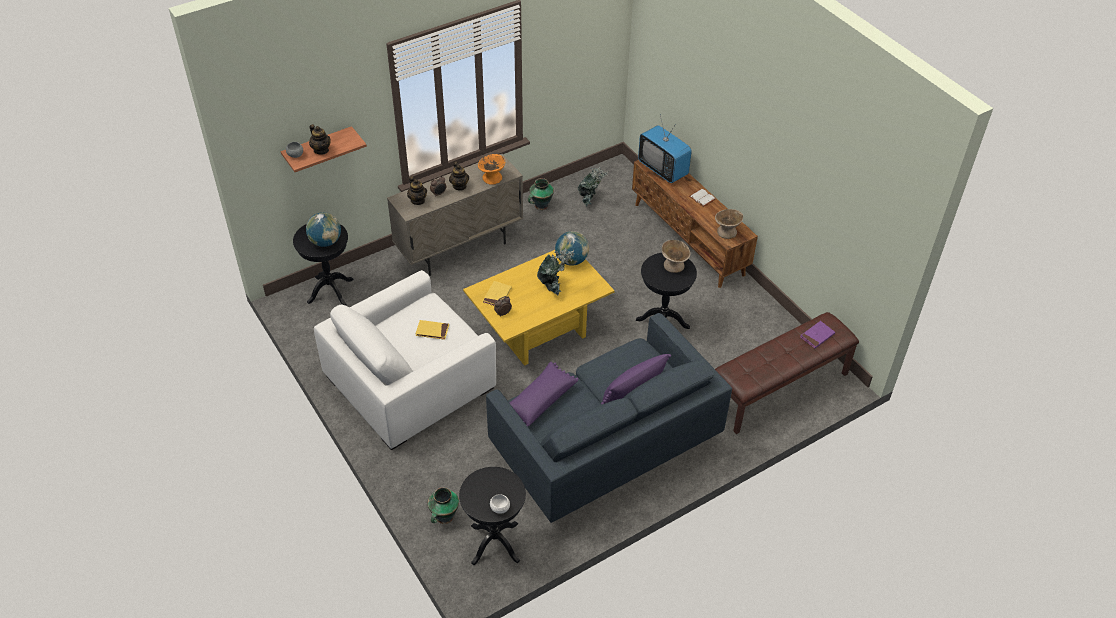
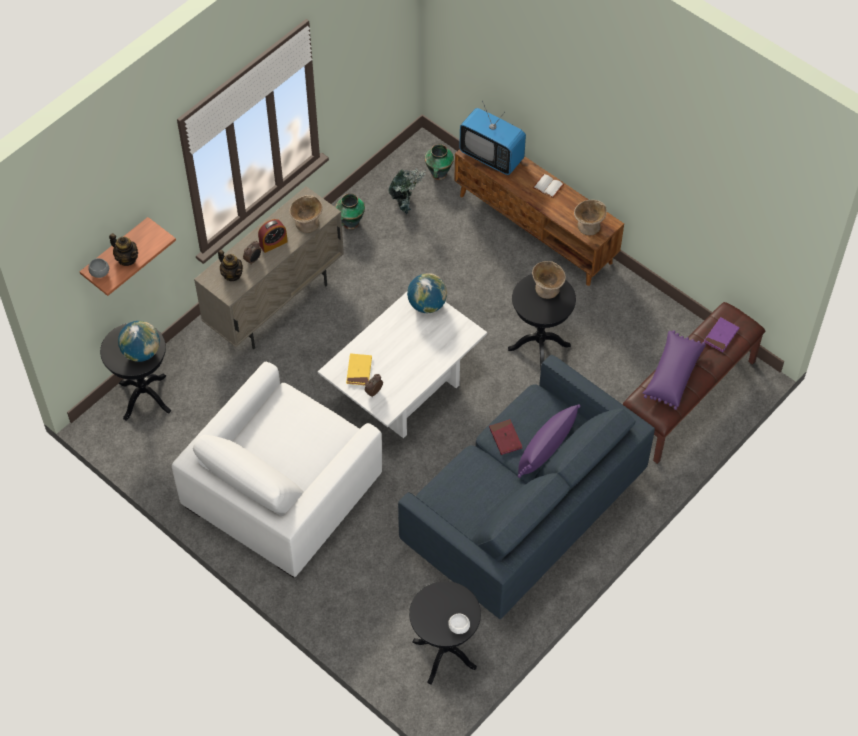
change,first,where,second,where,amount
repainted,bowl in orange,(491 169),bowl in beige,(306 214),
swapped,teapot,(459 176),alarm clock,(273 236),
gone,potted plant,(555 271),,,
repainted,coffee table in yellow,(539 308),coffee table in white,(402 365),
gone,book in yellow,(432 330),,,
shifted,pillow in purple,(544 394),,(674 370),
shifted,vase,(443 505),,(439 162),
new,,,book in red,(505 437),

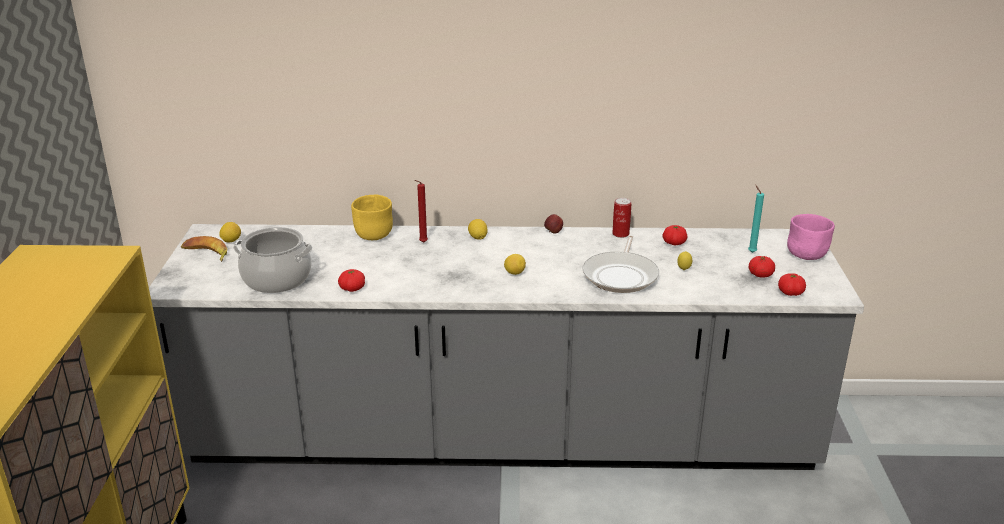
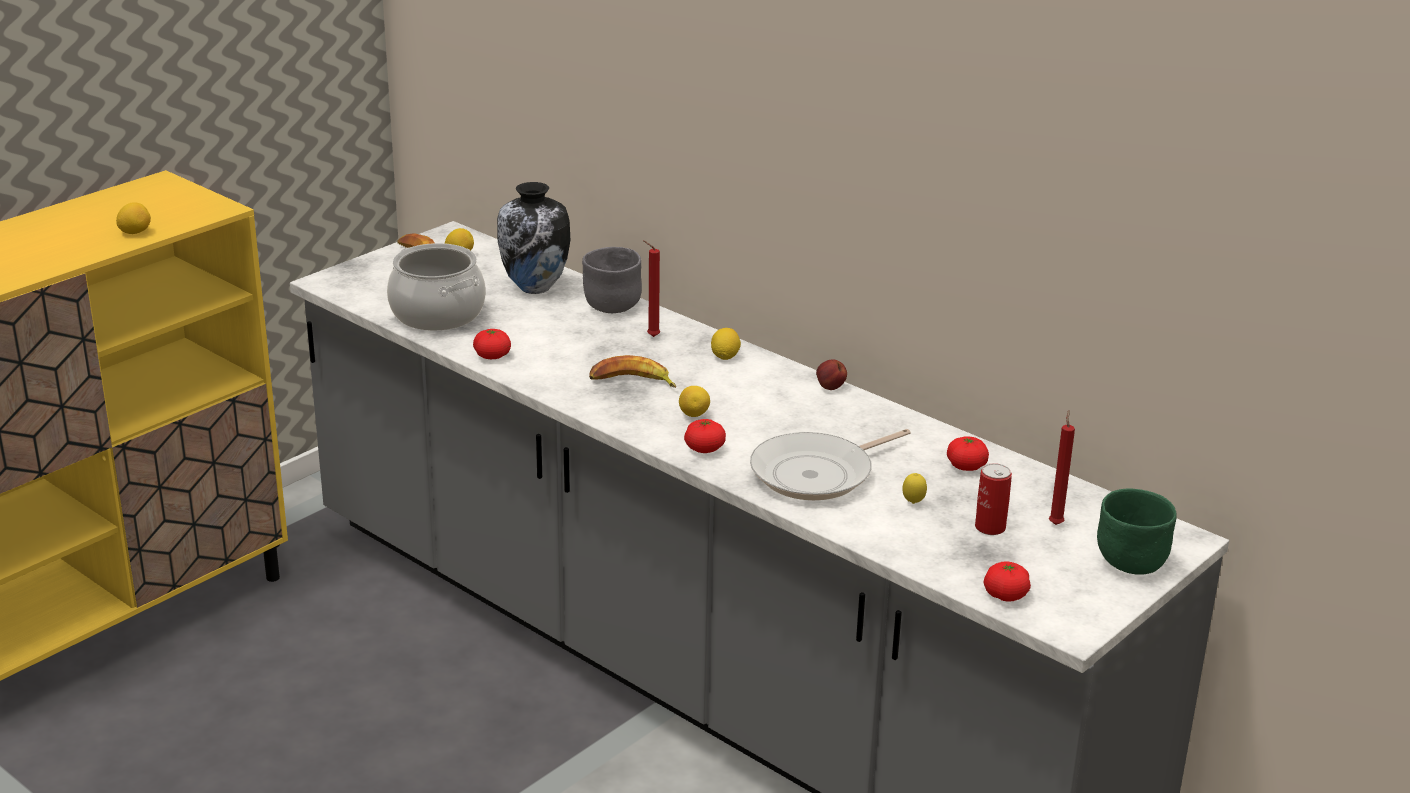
change,first,where,second,where,amount
repainted,candle in turquoise,(756 219),candle in red,(1062 467),
repainted,bowl in yellow,(372 217),bowl in grey,(612 280),
shifted,can,(621 218),,(993 499),
repainted,bowl in pink,(811 237),bowl in green,(1137 532),
shifted,tomato,(762 267),,(705 436),
new,,,vase,(533 238),
new,,,lemon,(133 218),
new,,,banana,(632 371),

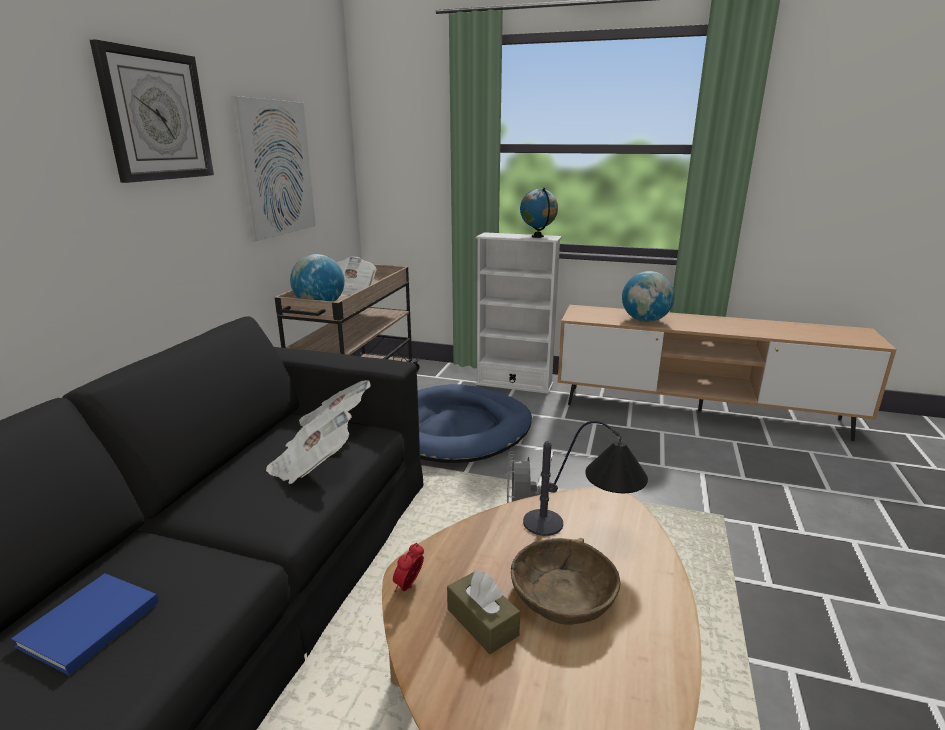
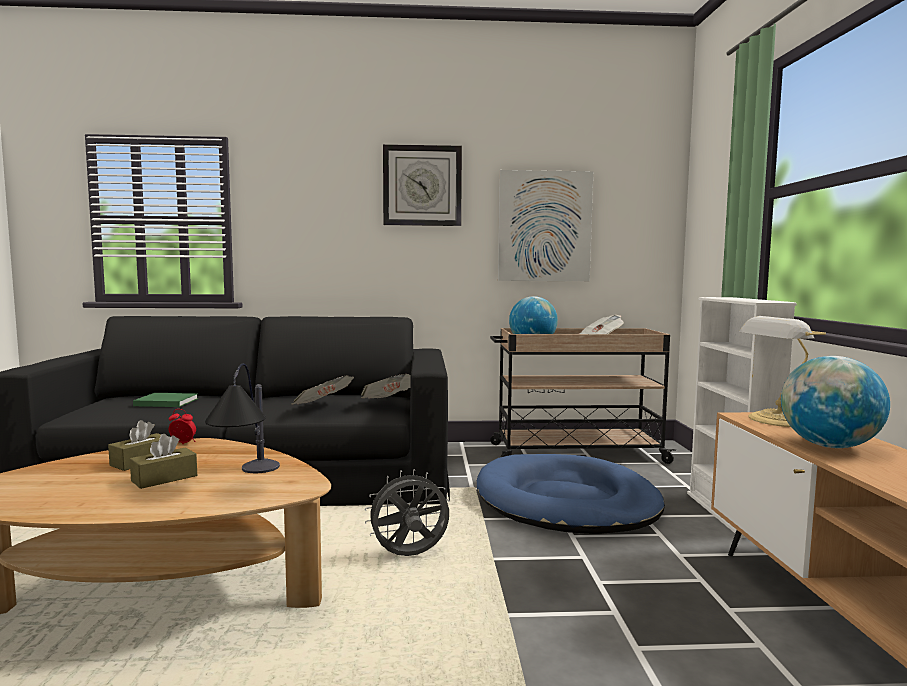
change,first,where,second,where,amount
gone,globe,(539 213),,,
swapped,bowl in brown,(565 581),tissue box in brown,(163 461),
repainted,book in blue,(85 624),book in green,(165 400),
new,,,table lamp,(782 371),

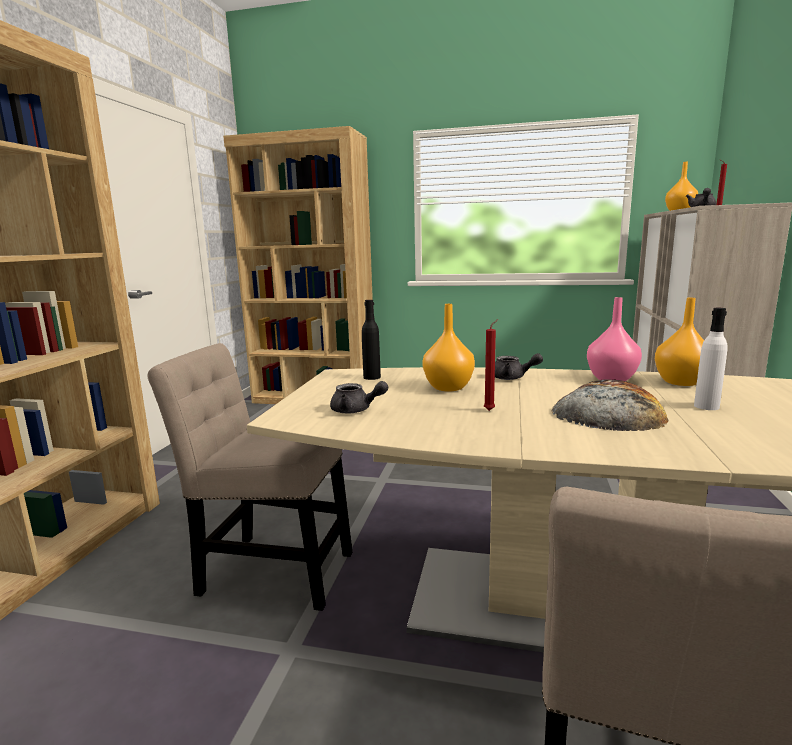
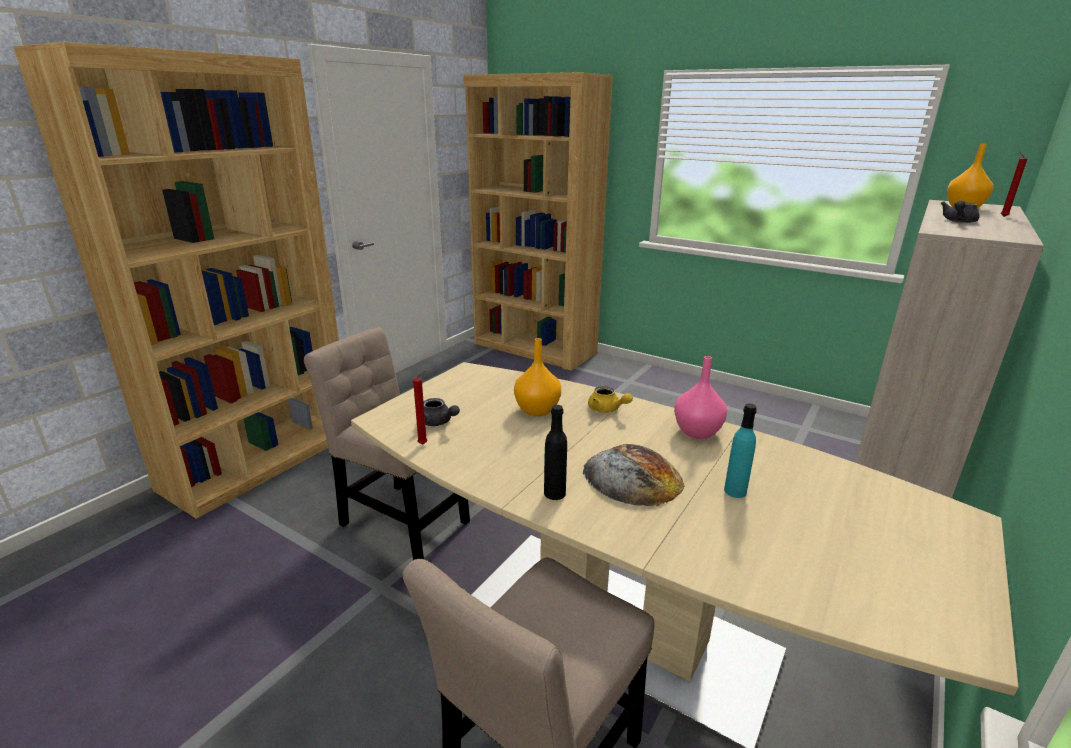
change,first,where,second,where,amount
gone,vase in orange,(679 342),,,
shifted,bottle in black,(371 340),,(555 452),
repainted,bottle in white,(710 359),bottle in turquoise,(740 451),
shifted,candle in red,(491 365),,(420 408),
repainted,teapot in grey,(519 366),teapot in yellow,(610 399),

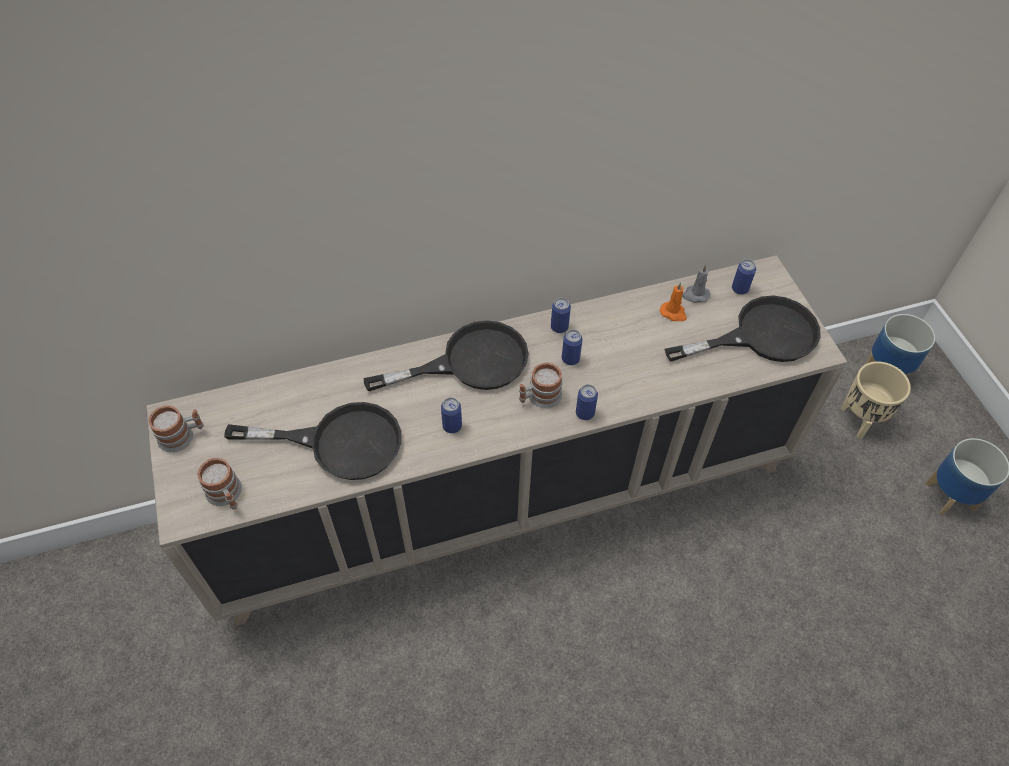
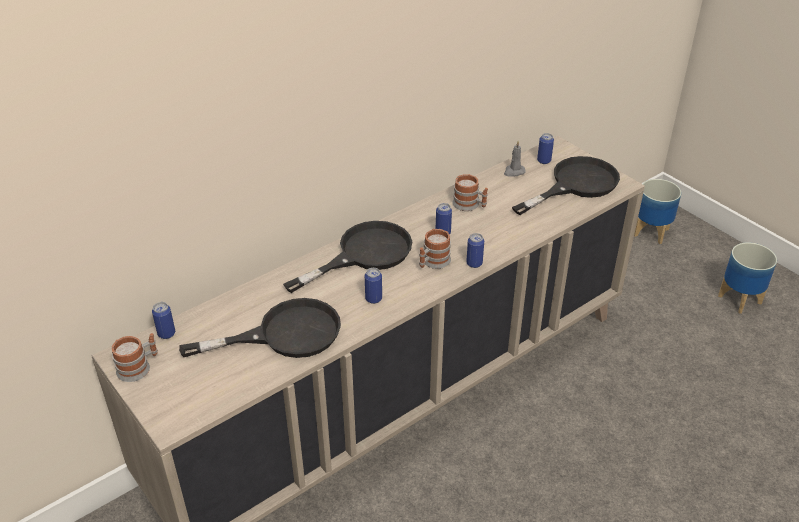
change,first,where,second,where,amount
gone,candle in orange,(673 301),,,
shifted,can,(561 315),,(163 320),
gone,planter in beige,(875 399),,,
shifted,mug,(219 483),,(470 192),

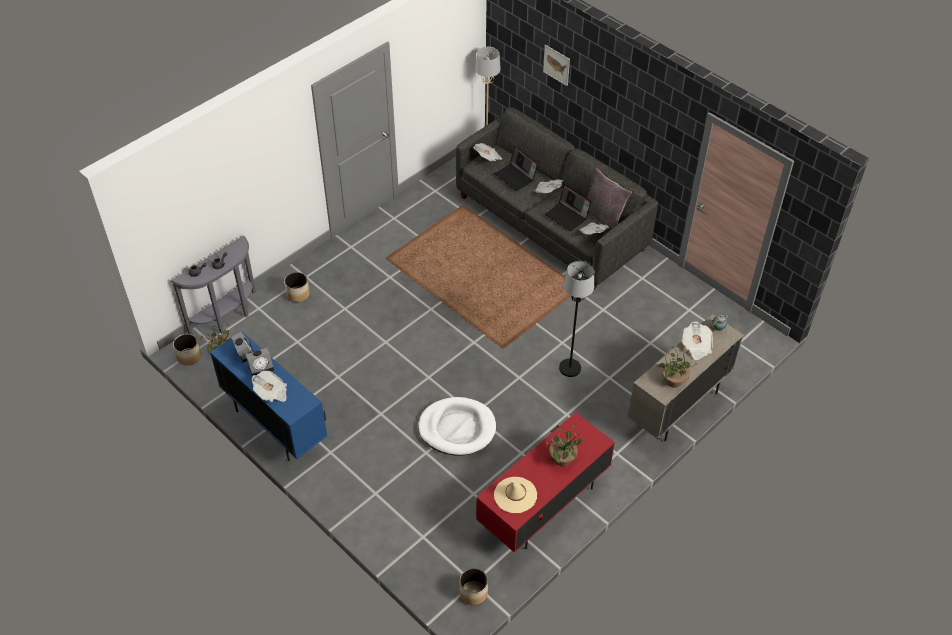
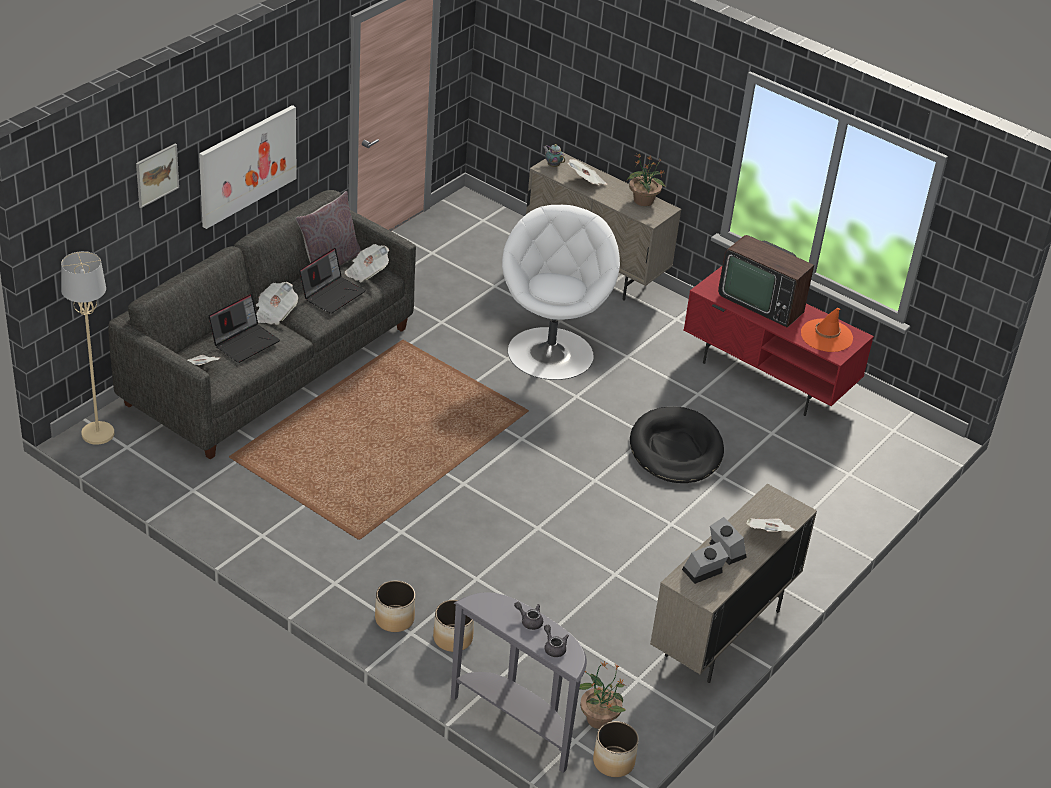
change,first,where,second,where,amount
swapped,floor lamp in black,(576 319),armchair in white,(561 292),
repainted,cabinet in blue,(268 396),cabinet in beige,(733 583),
repainted,dog bed in white,(457 426),dog bed in black,(677 445),
swapped,potted plant,(565 445),television,(766 281),
repainted,hat in beige,(515 495),hat in orange,(827 330),
shifted,planter,(473 586),,(395 606),
new,,,picture,(248 167),

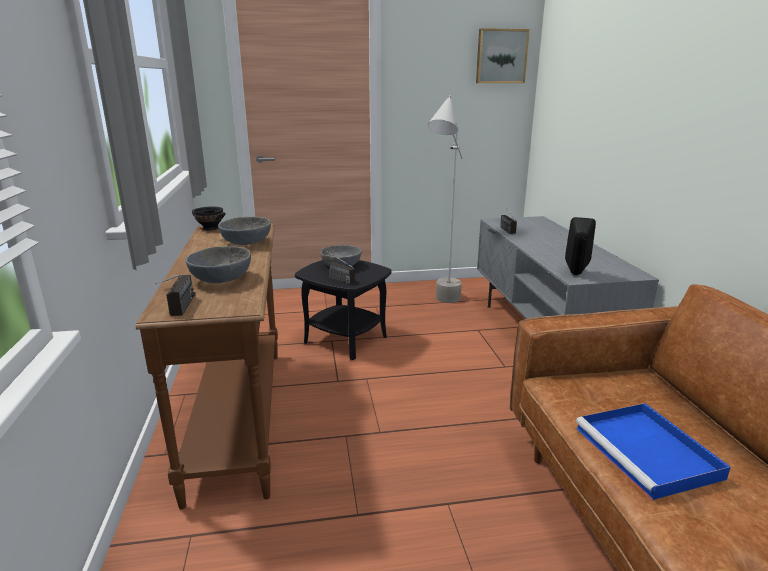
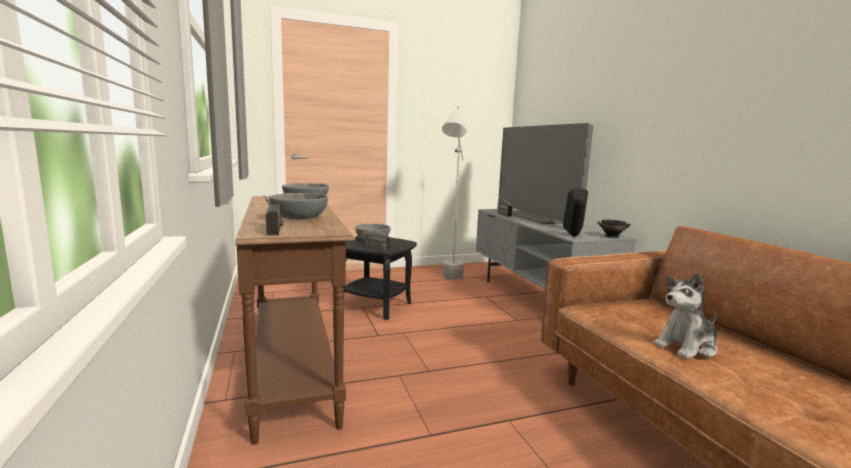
change,first,where,second,where,amount
gone,picture,(503 55),,,
shifted,bowl in black,(209 218),,(614 229),
swapped,tray in blue,(653 451),plush toy,(685 316),
new,,,television,(546 173),

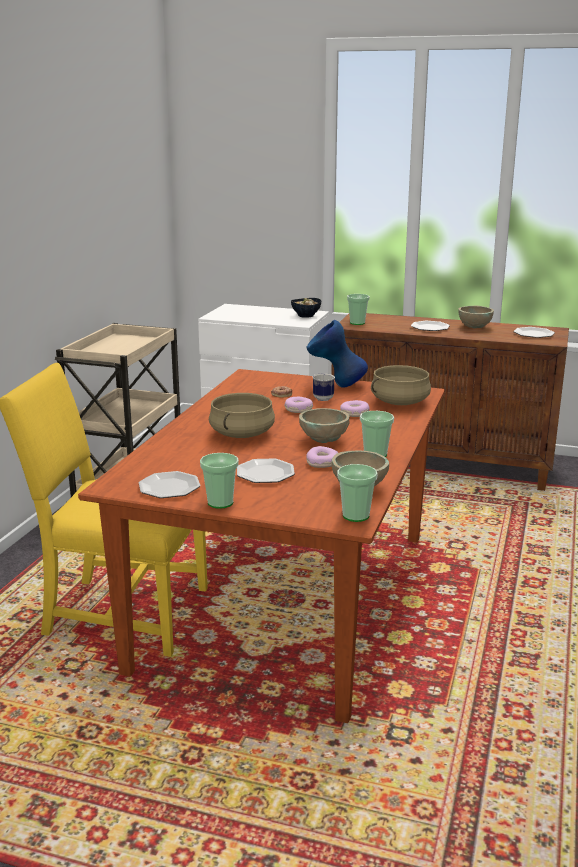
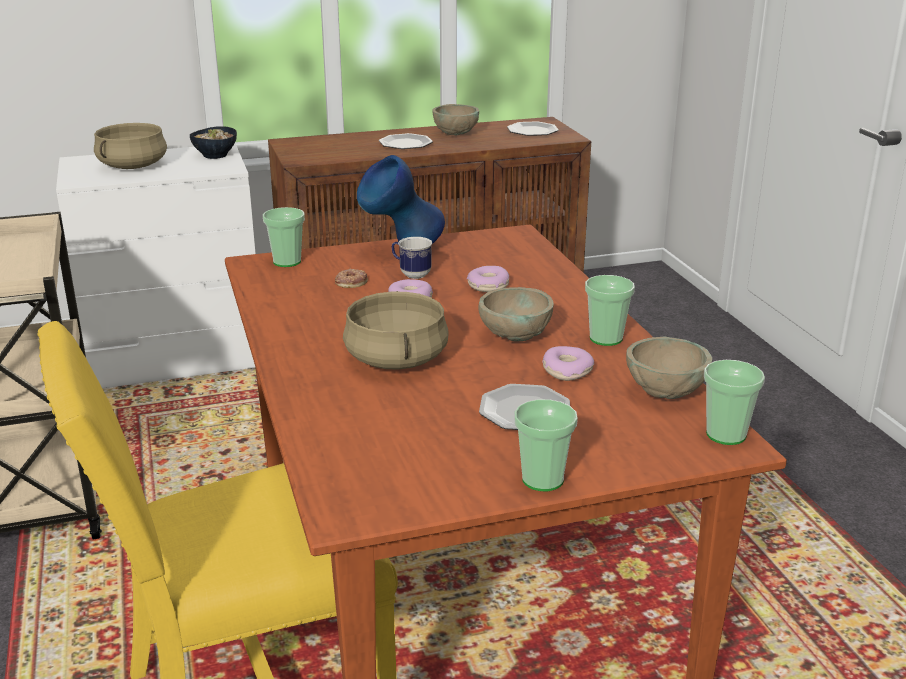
change,first,where,second,where,amount
shifted,cup,(358 309),,(284 237),
shifted,cooking pot in beige,(401 385),,(130 146),
gone,plate,(169 484),,,

